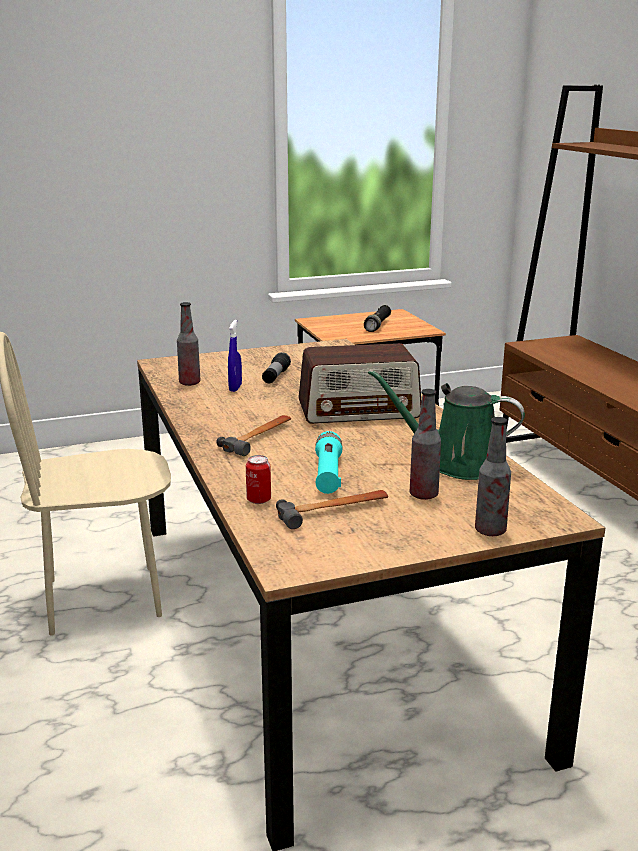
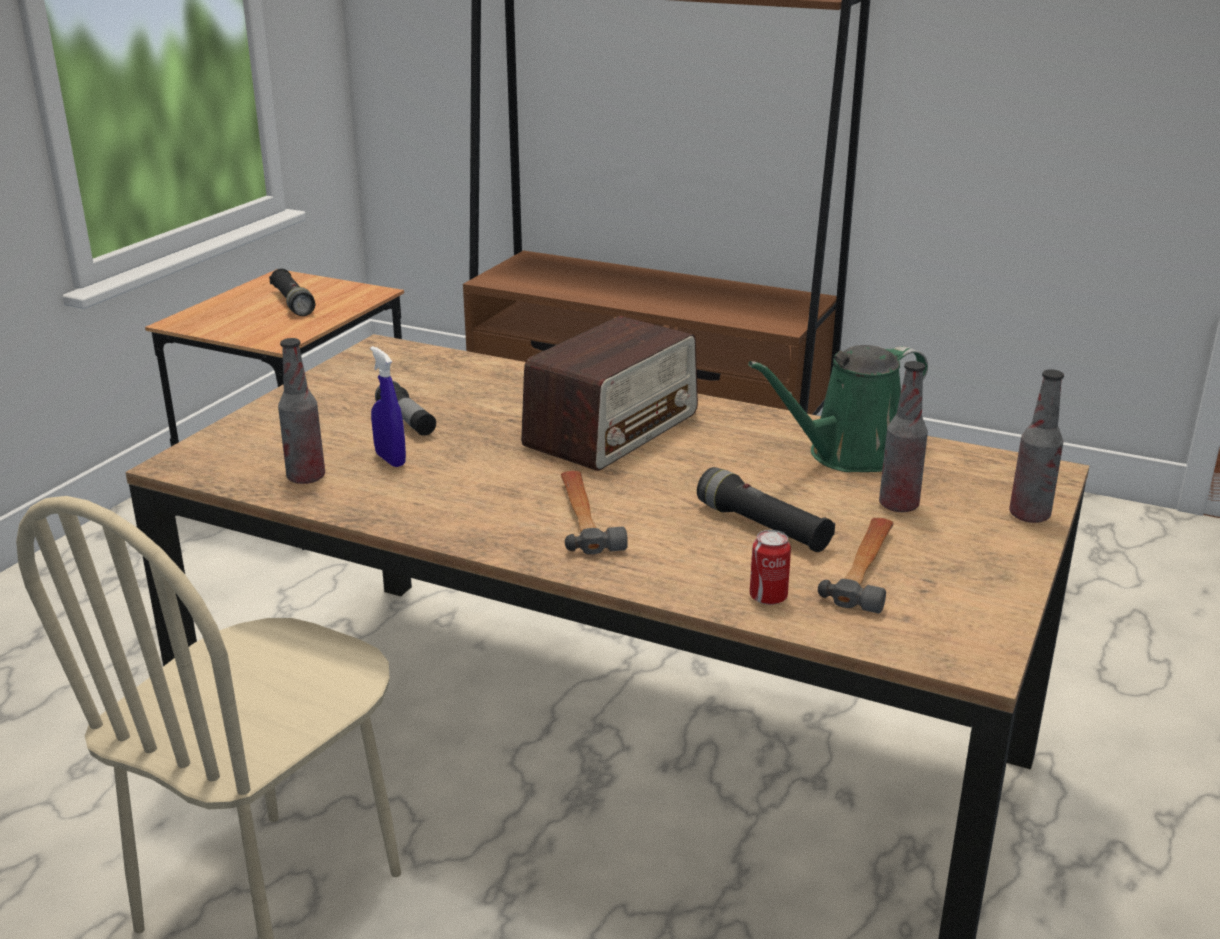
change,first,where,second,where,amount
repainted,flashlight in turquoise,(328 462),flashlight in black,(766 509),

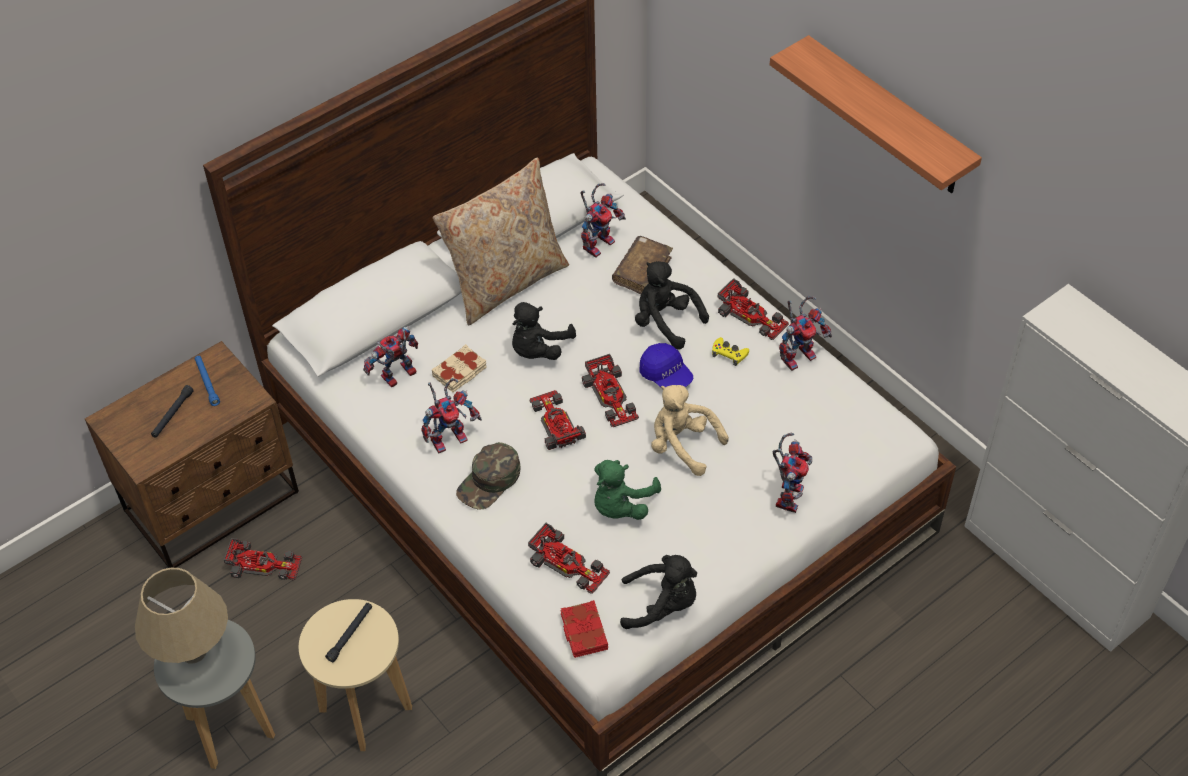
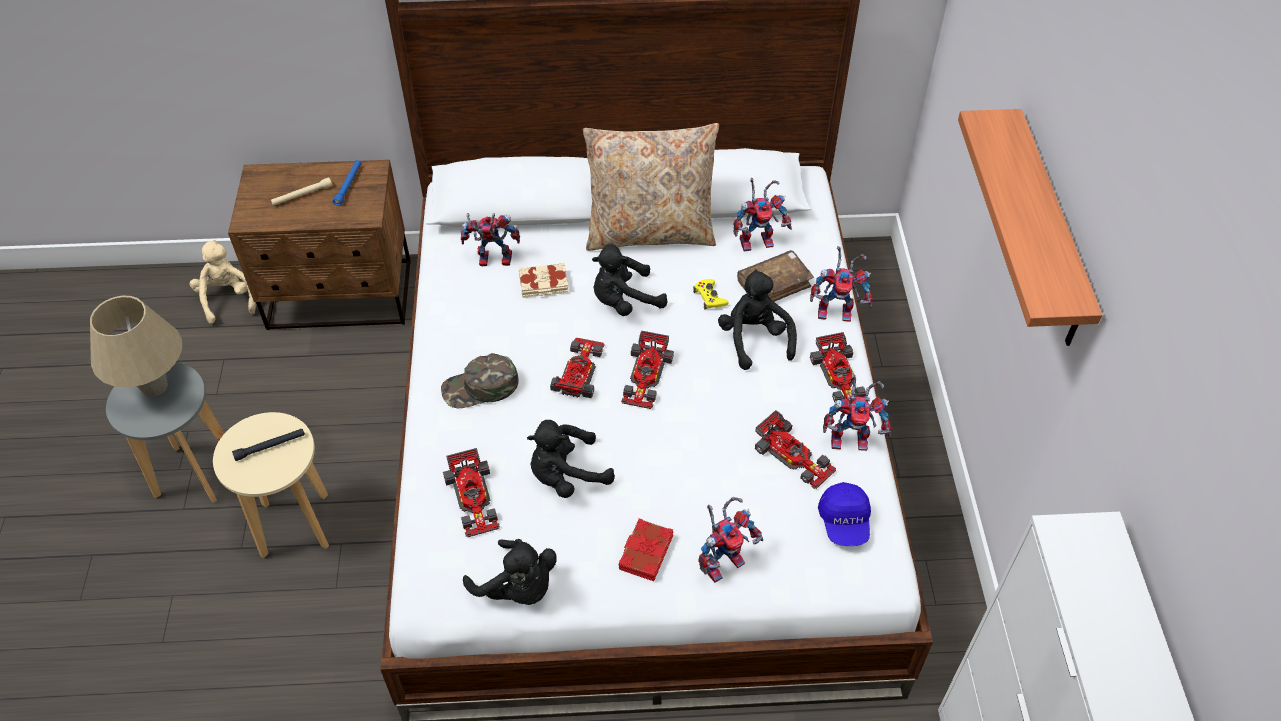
change,first,where,second,where,amount
shifted,game controller in yellow,(730 351),,(710 294),
shifted,cap in blue,(666 365),,(844 514),
shifted,toy robot,(451 415),,(841 284),
repainted,flashlight in black,(172 411),flashlight in beige,(301 191),
shifted,plush toy in beige,(690 430),,(223 282),
repainted,plush toy in green,(627 490),plush toy in black,(571 459),
shifted,toy car,(263 559),,(795 449),
shifted,book in red,(584 629),,(646 549),

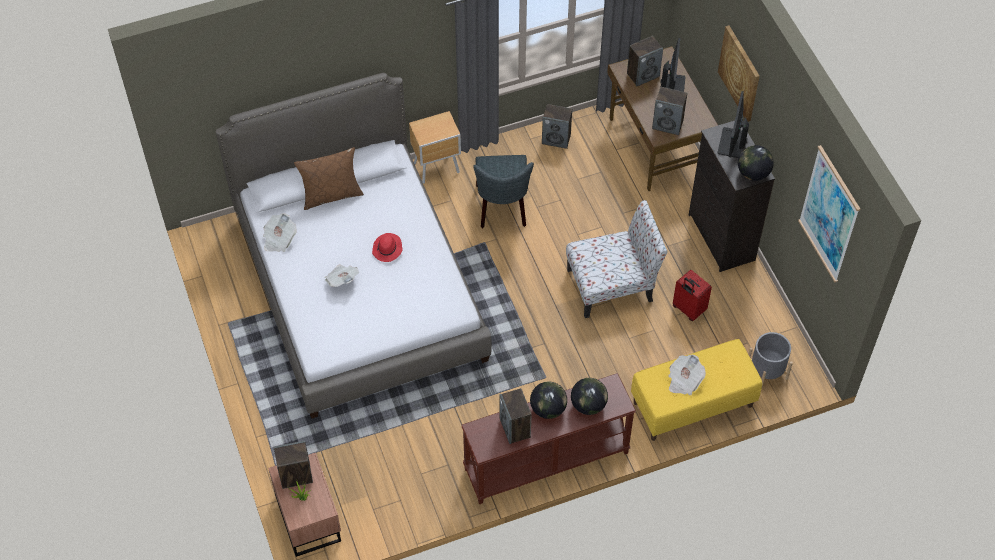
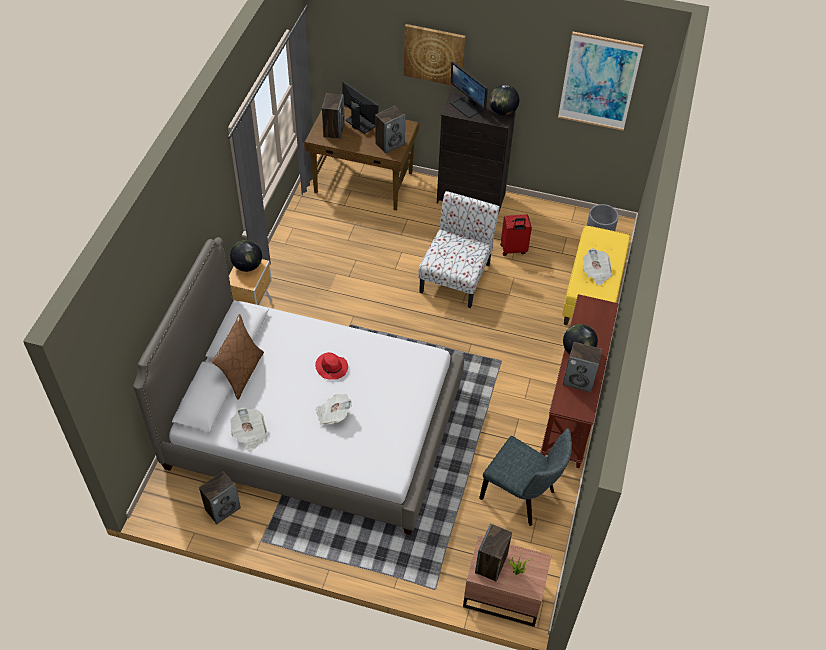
change,first,where,second,where,amount
shifted,speaker,(557 126),,(220 497),
shifted,chair in grey,(504 191),,(525 477),
shifted,globe,(589 396),,(246 256),

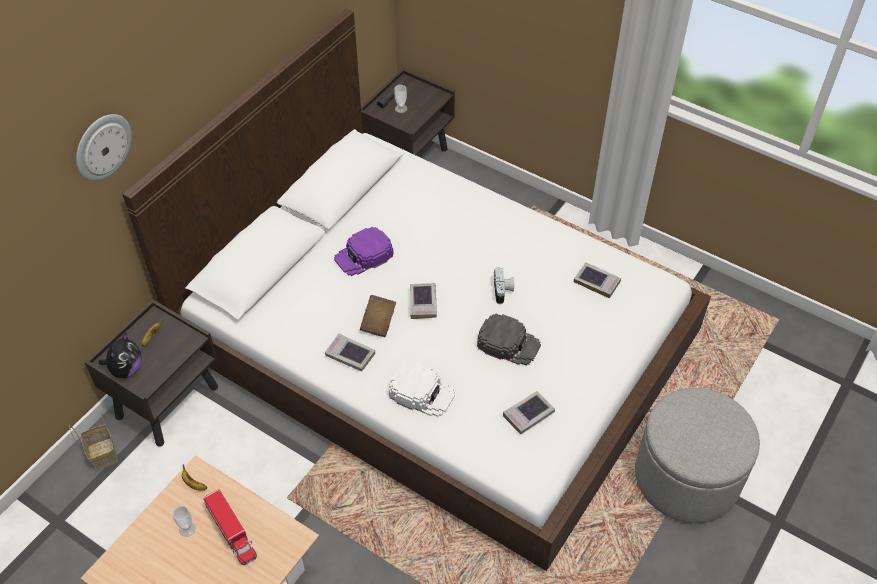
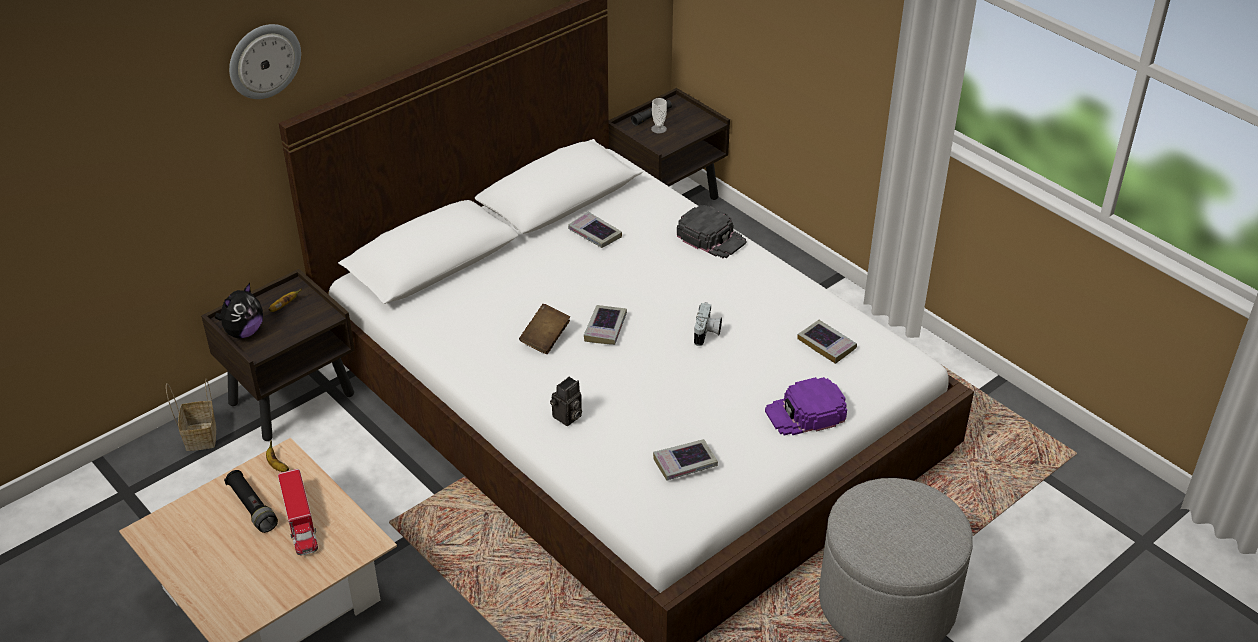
change,first,where,second,where,amount
shifted,cap in purple,(364 251),,(806 406),
shifted,cap in black,(509 339),,(712 231),
shifted,book,(350 352),,(595 229),
swapped,cap in white,(422 389),photo camera,(566 401),
swapped,cup,(184 521),flashlight in black,(251 501),

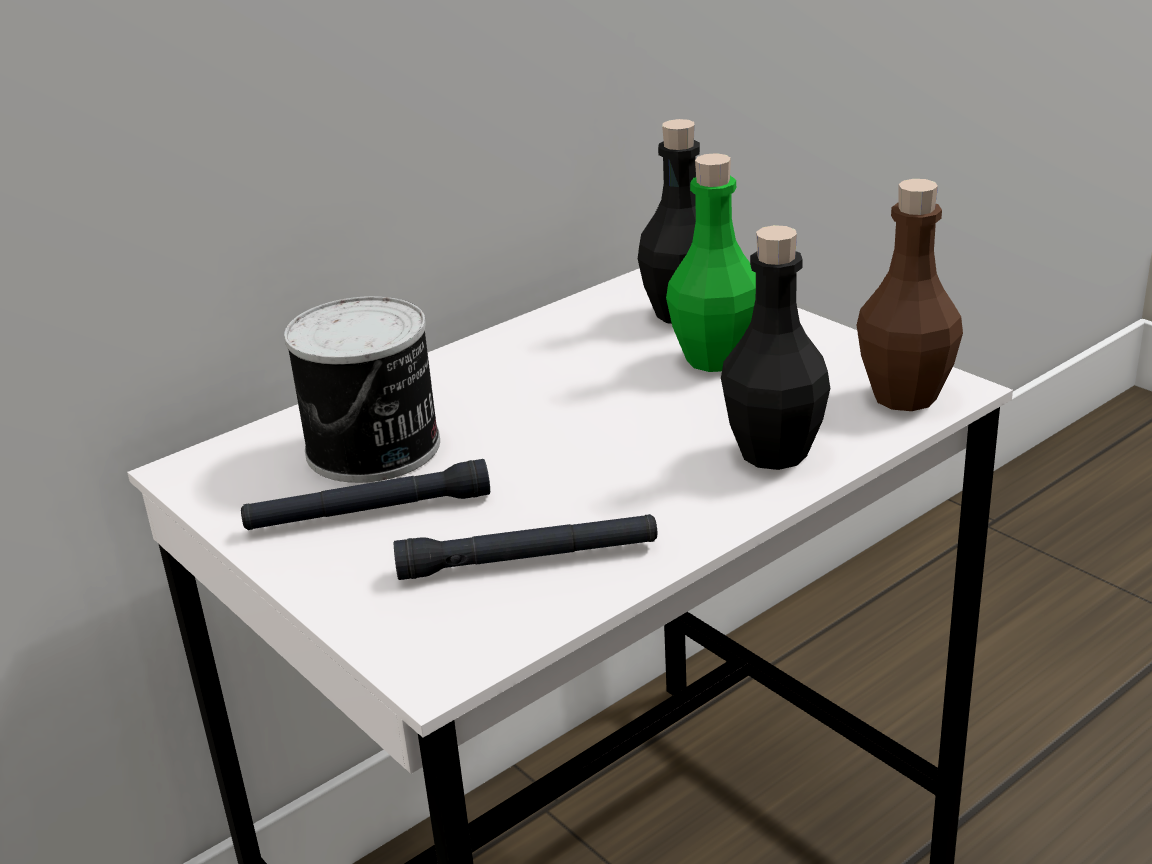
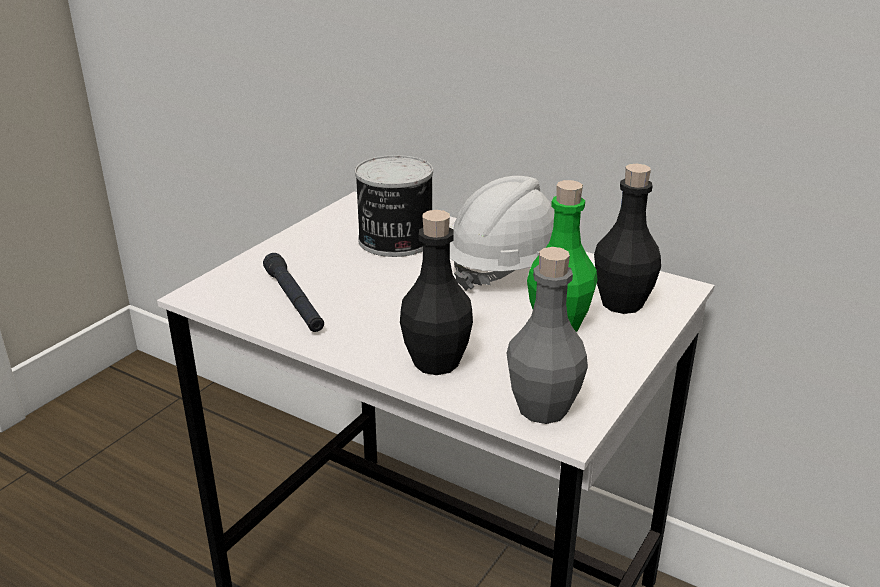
change,first,where,second,where,amount
repainted,bottle in brown,(910 295),bottle in grey,(547 335),
gone,flashlight in black,(365 494),,,
new,,,hard hat in white,(502 233),

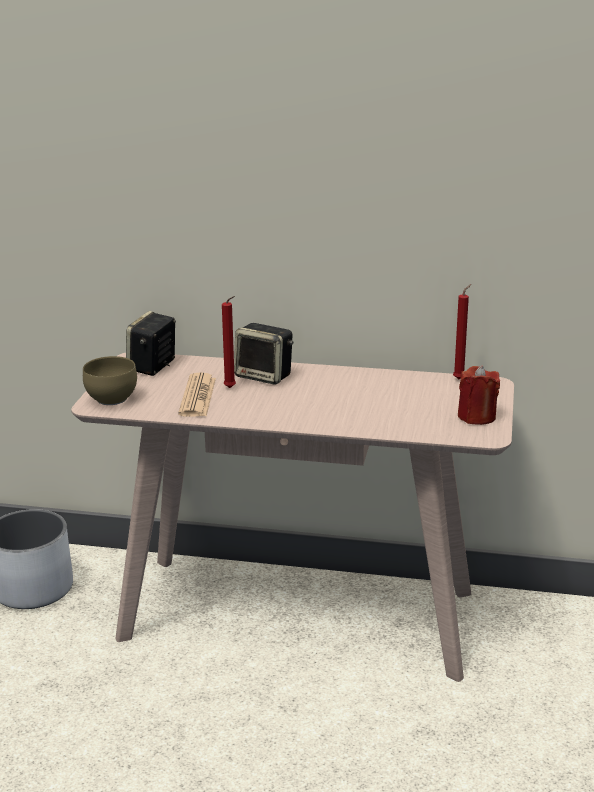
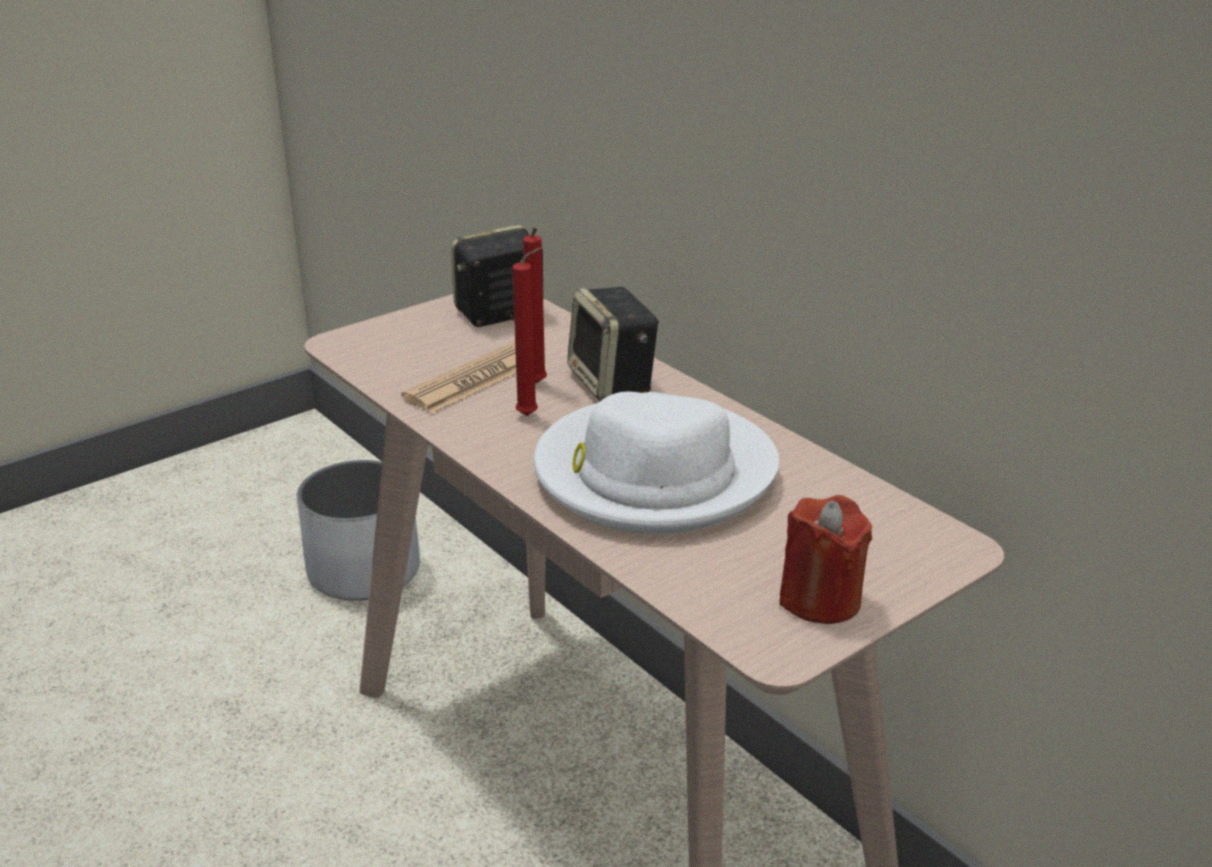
change,first,where,second,where,amount
shifted,candle in red,(462 331),,(527 332),
gone,bowl in brown,(110 380),,,
new,,,hat in white,(656 462),

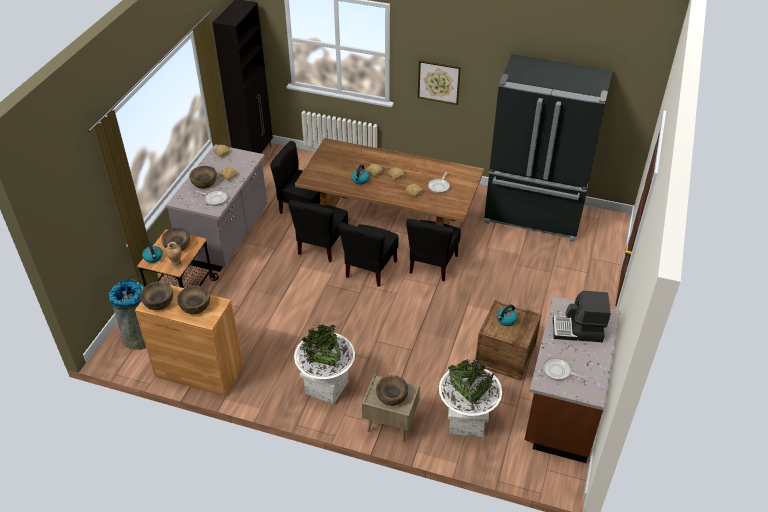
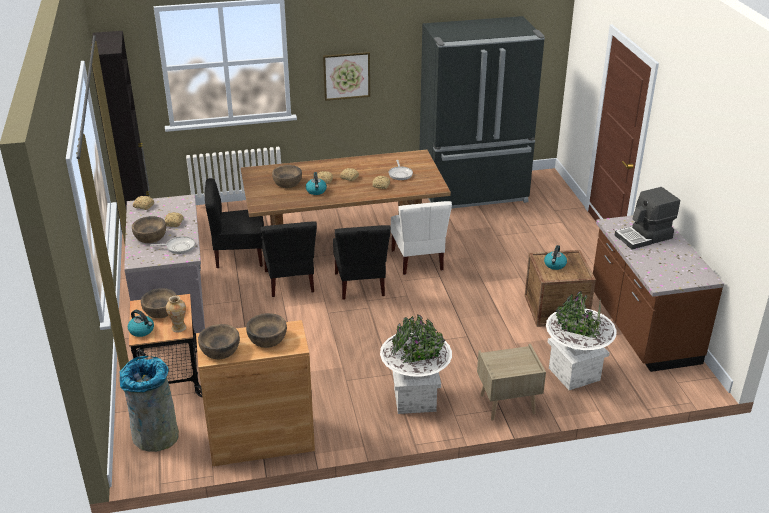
change,first,where,second,where,amount
repainted,chair in black,(433 250),chair in white,(421 238),
gone,frying pan,(564 369),,,
shifted,bowl in brown,(392 390),,(287 176),

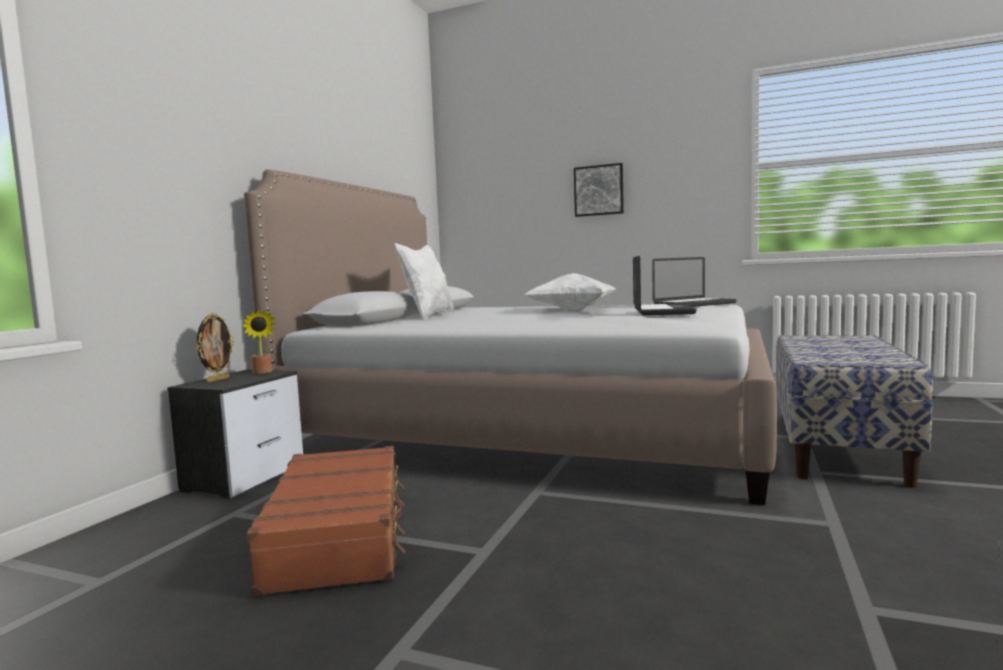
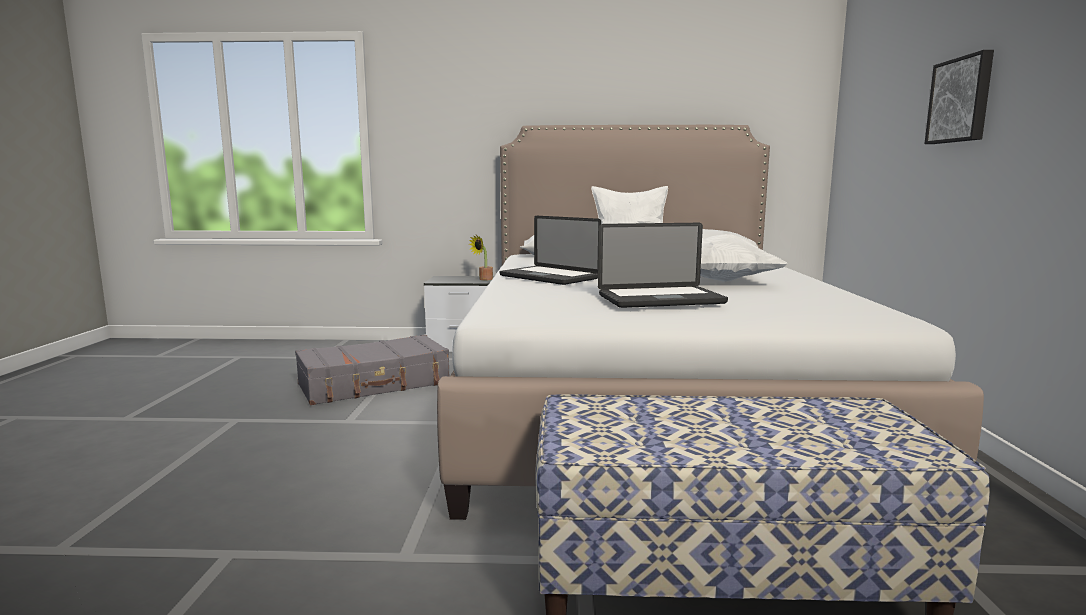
change,first,where,second,where,amount
shifted,laptop,(694 282),,(550 250),
gone,picture frame,(215 347),,,
repainted,suitcase in brown,(326 521),suitcase in grey,(372 369),

